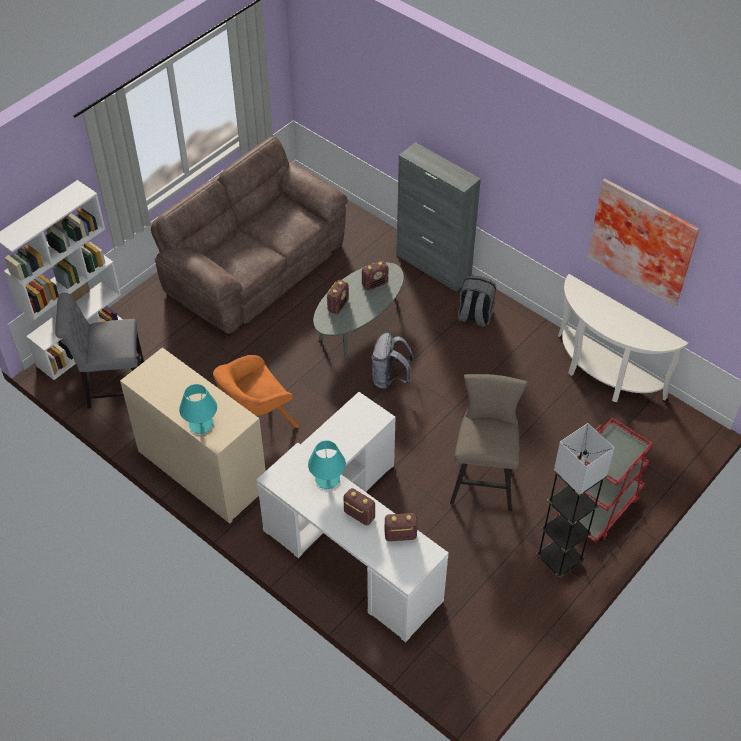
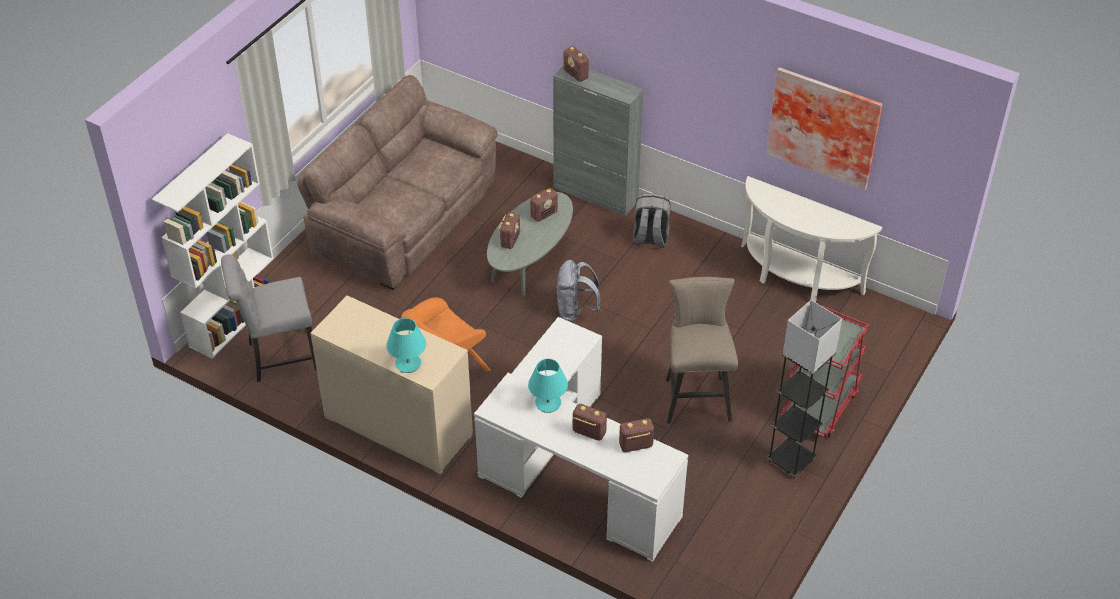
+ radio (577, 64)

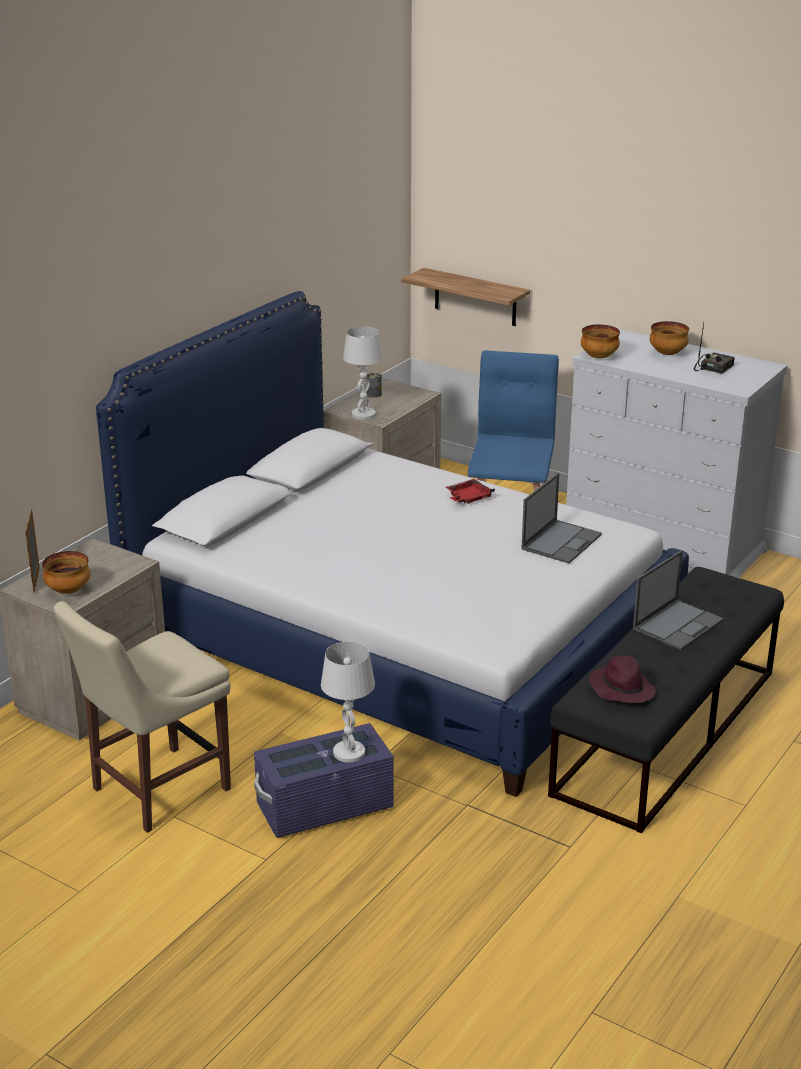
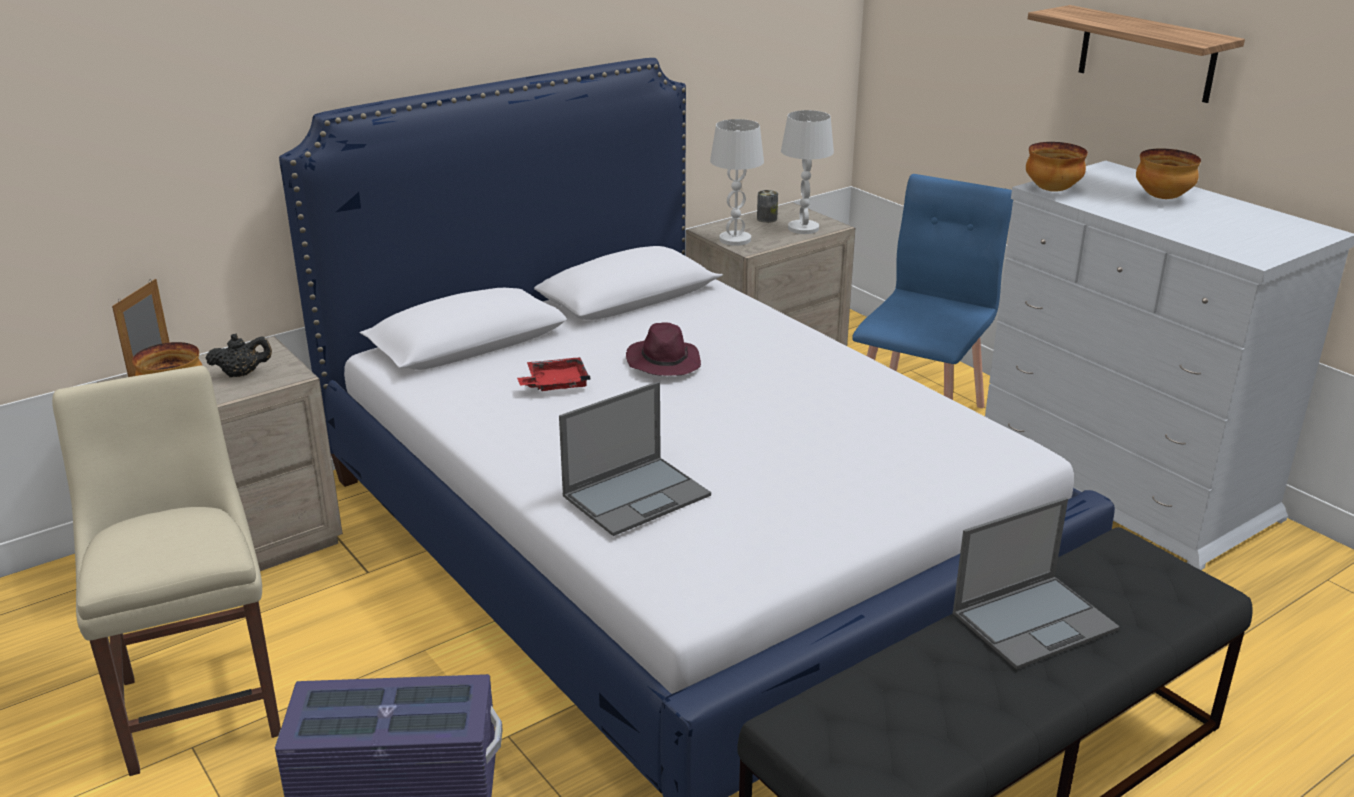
- radio (714, 348)
+ pot for tea in black-coloured (238, 355)
~ tabletop lamp in whitish (348, 702) to (807, 172)
~ bracket shelf (466, 297) to (1136, 54)
~ serving tray in red (470, 491) to (554, 374)
~ portable computer (561, 518) to (635, 458)
~ clothing hat in purple (622, 679) to (663, 349)
~ chair in sand-coloured (142, 717) = (166, 571) 90 degrees clockwise

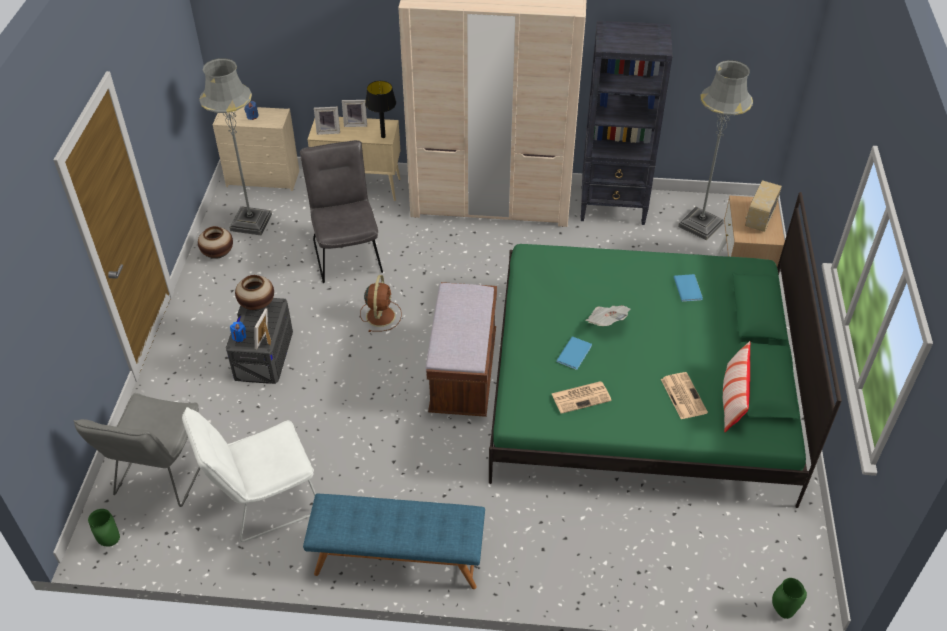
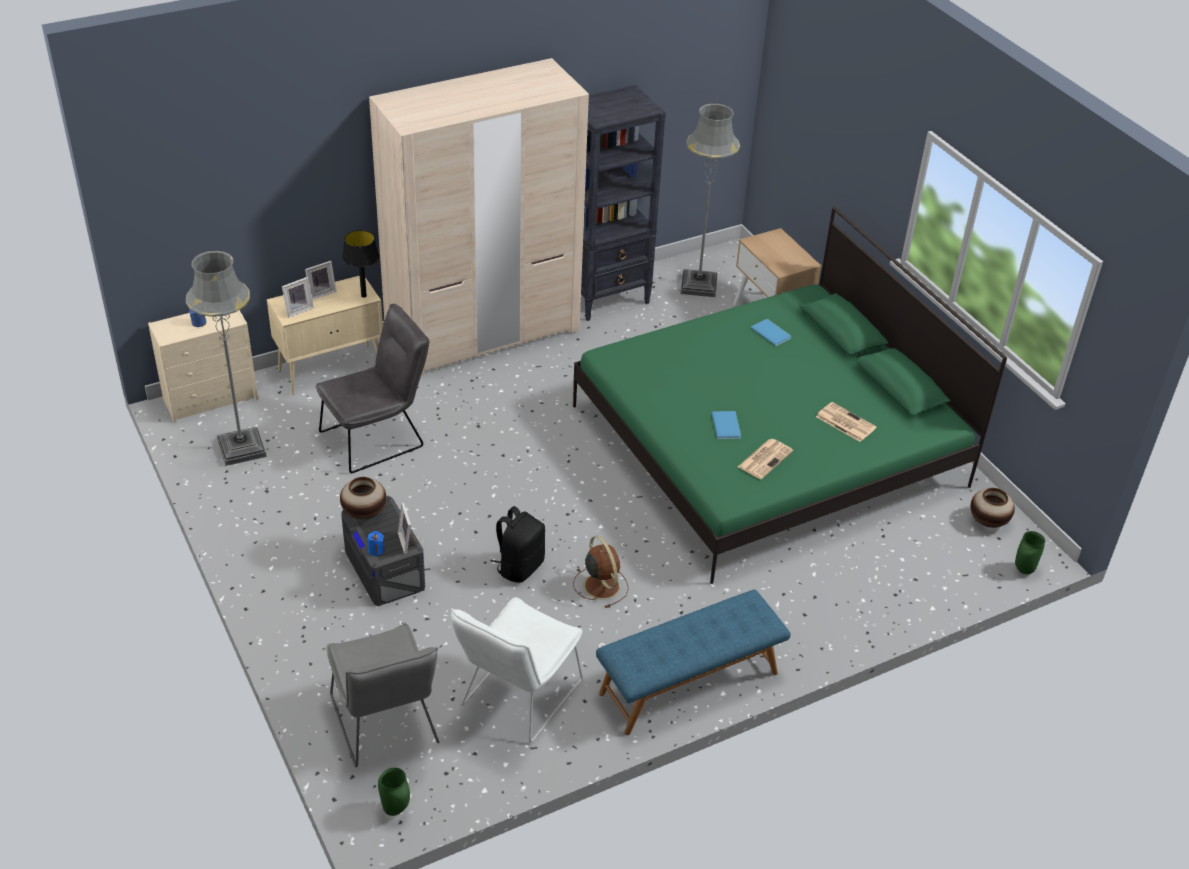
- long seat in brown (461, 349)
- daily paper (607, 315)
- throw pillow (736, 386)
- radio (763, 206)
+ backpack in black-coloured (518, 544)
~ flower vase (215, 242) to (993, 508)
~ electric fan in brown (381, 303) to (601, 572)
~ chair in gray (341, 211) = (372, 388) 105 degrees clockwise

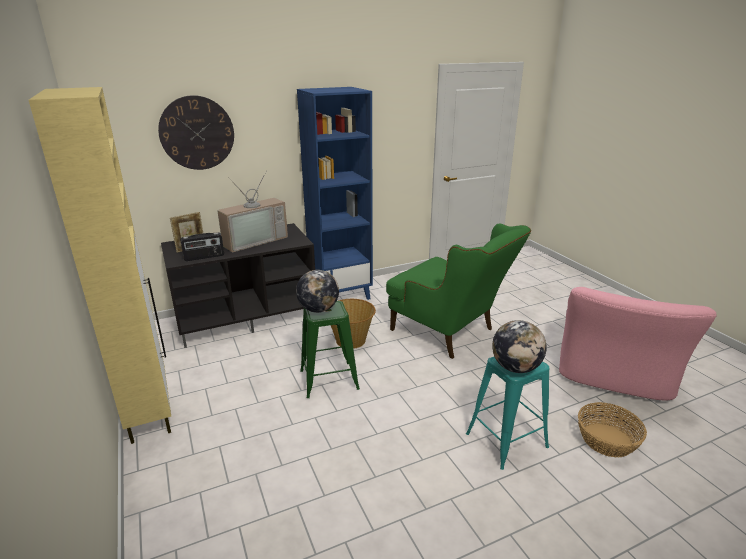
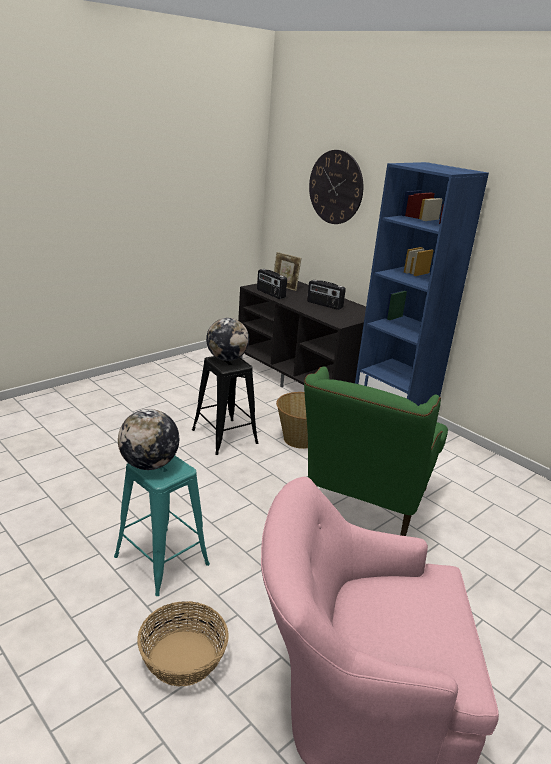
- storage cabinet in sand-coloured (100, 265)
~ TV set (252, 211) to radio (326, 295)
~ sitting stool in greenish (330, 349) to sitting stool in black-coloured (225, 405)

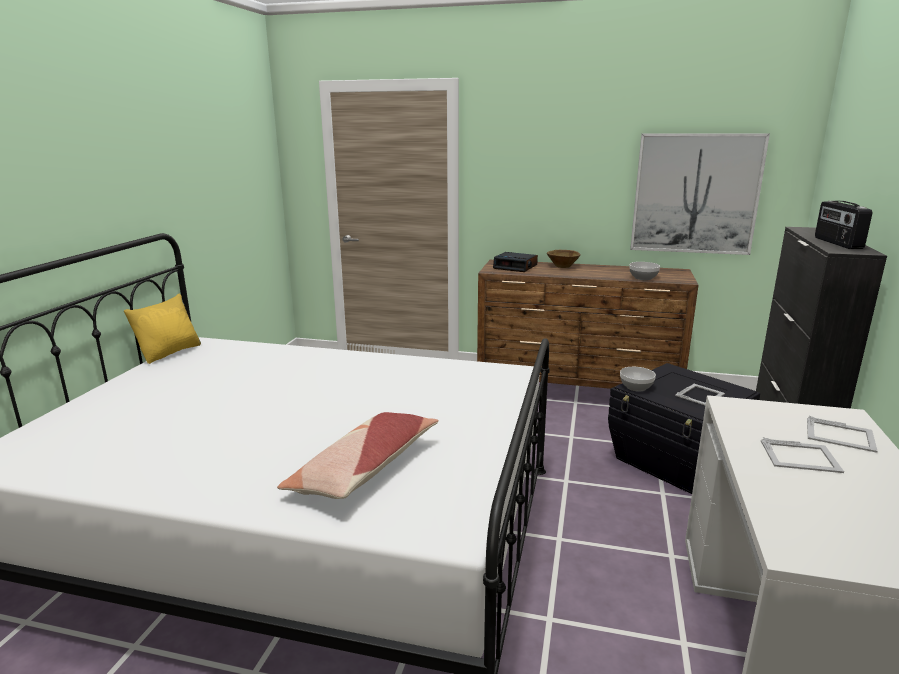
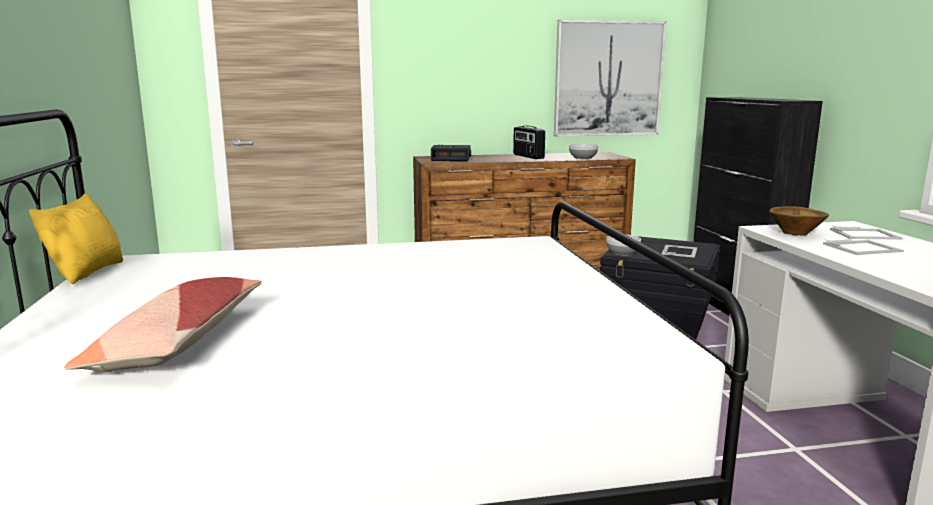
~ throw pillow (358, 455) to (163, 324)
~ bowl in brown (564, 259) to (799, 221)
~ radio (843, 225) to (529, 142)

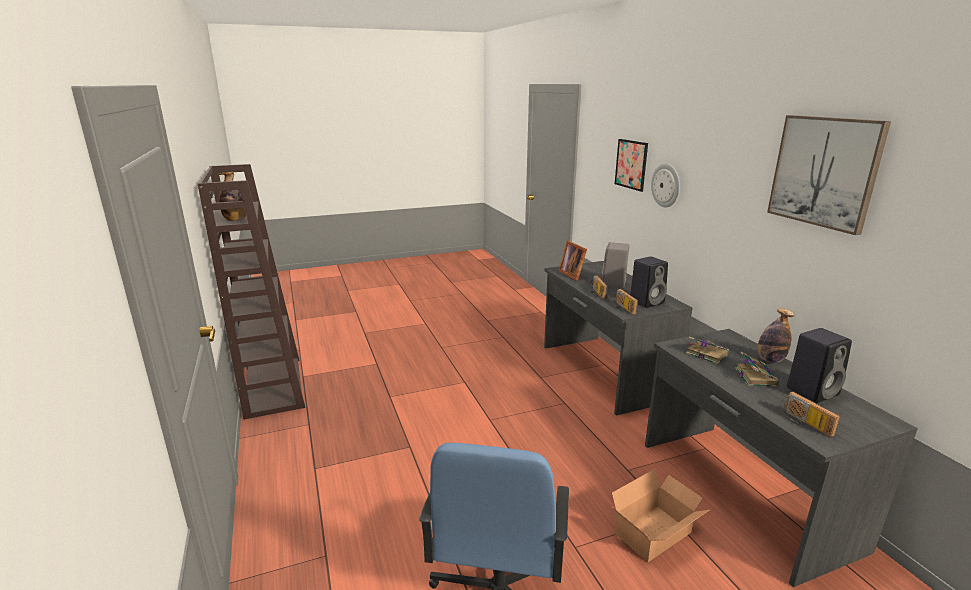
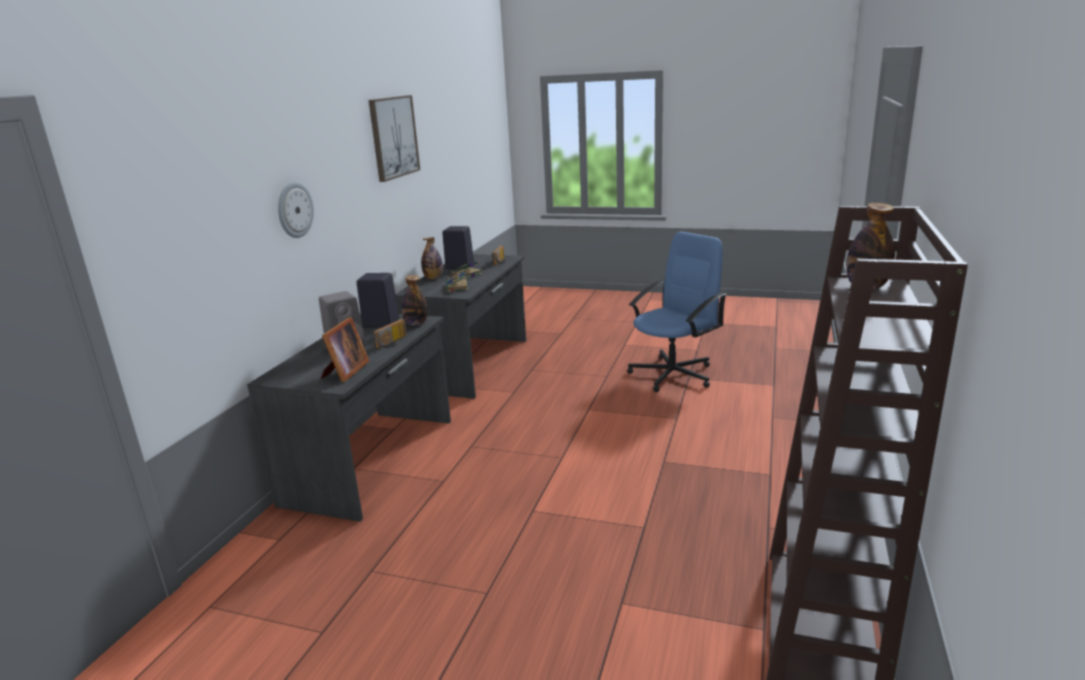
- cardboard box (661, 515)
- wall picture (631, 165)
~ radio (625, 302) to bottle (414, 300)

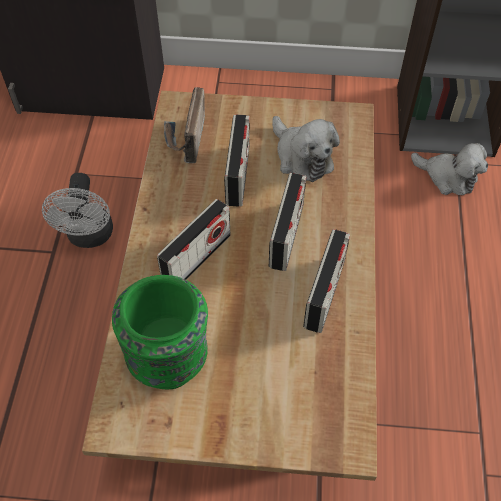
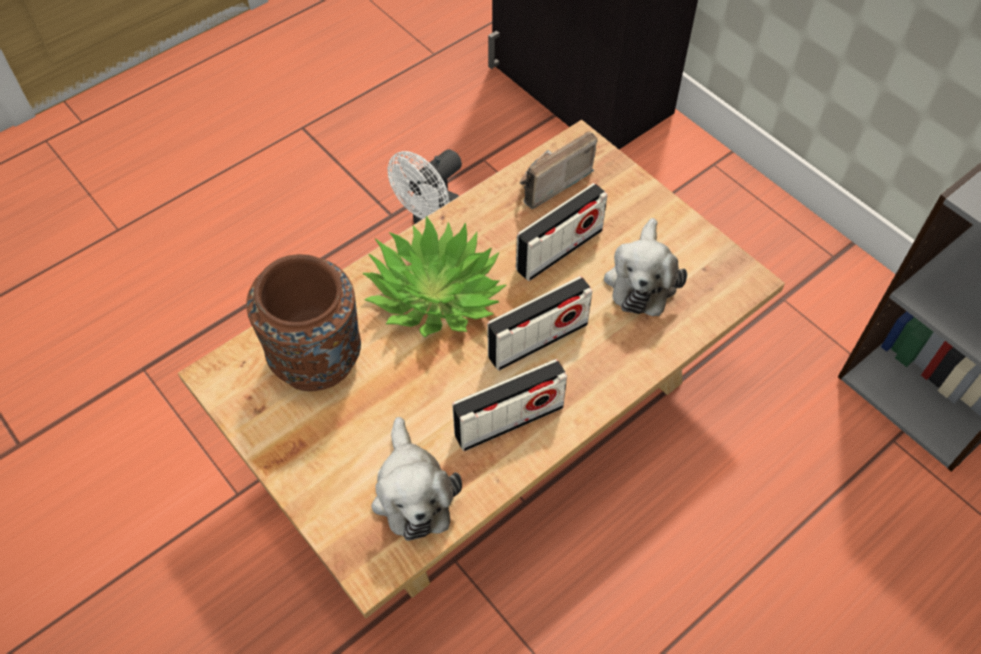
~ plush toy (449, 169) to (416, 479)
~ radio (194, 239) to potted plant (434, 276)
~ flower vase in greenish (160, 332) to flower vase in brown (303, 322)

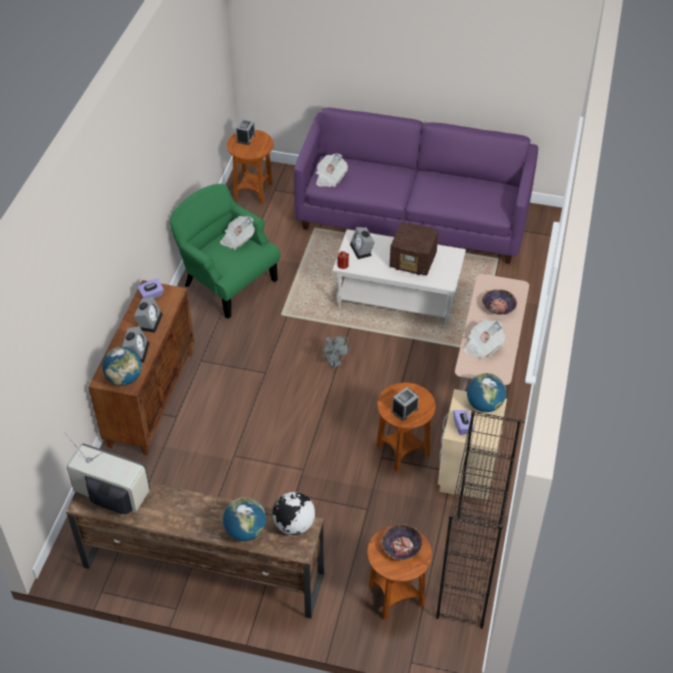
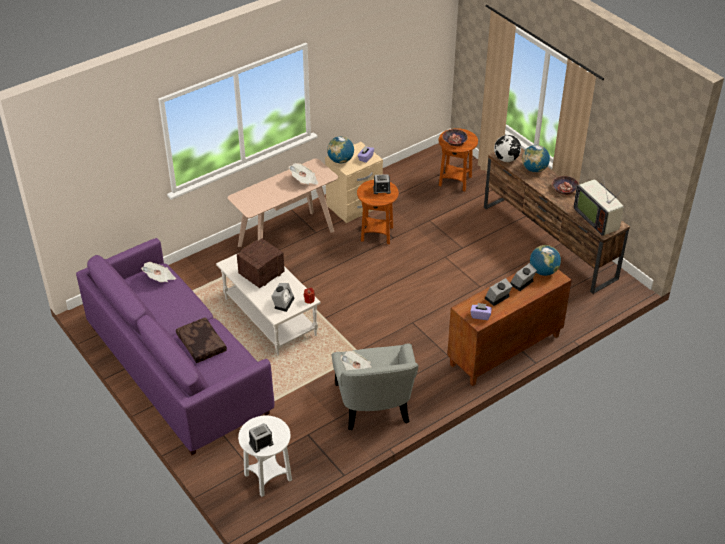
- electric fan in gray (336, 352)
- bookcase in black-coloured (478, 520)
+ throw pillow in brown (201, 340)
~ daily paper (332, 170) to (158, 272)
~ bowl (499, 302) to (565, 185)
~ armchair in greenish (225, 251) to armchair in gray (374, 386)
~ side table in brown (250, 167) to side table in whitish (265, 456)
~ radio (414, 249) = (261, 263) 105 degrees counterclockwise

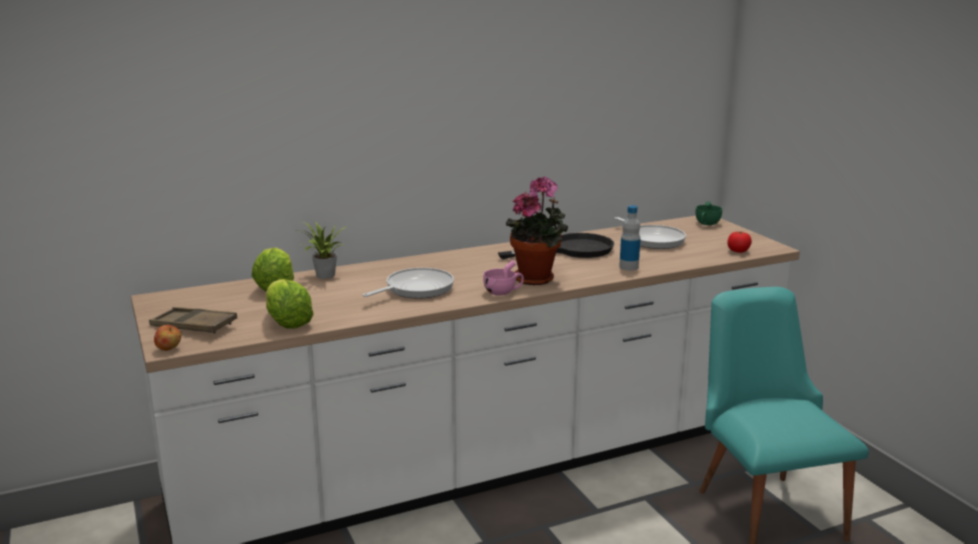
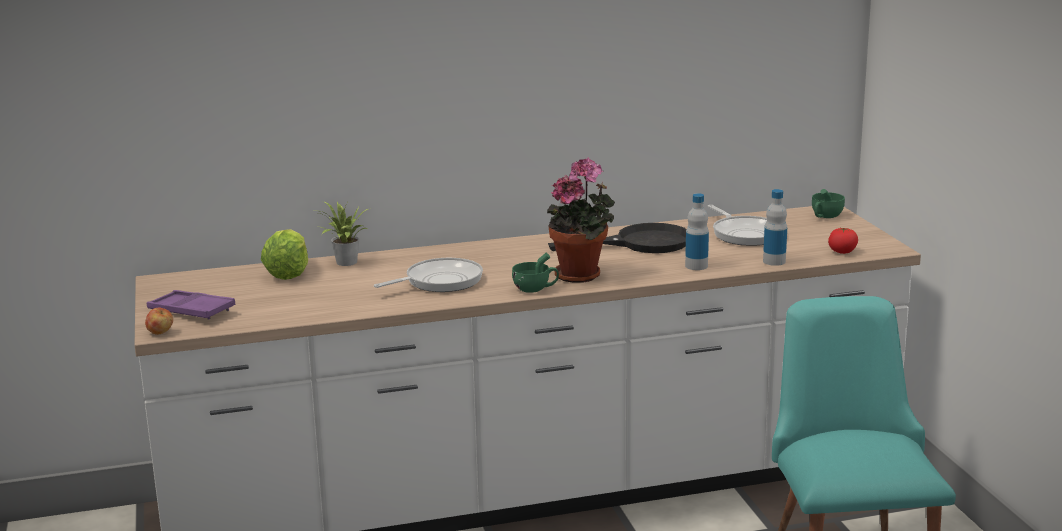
- head of lettuce (289, 304)
+ bottle (775, 227)
~ serving tray in brown (193, 320) to serving tray in purple (191, 305)
~ small cup in pinkish (503, 278) to small cup in greenish (535, 273)

